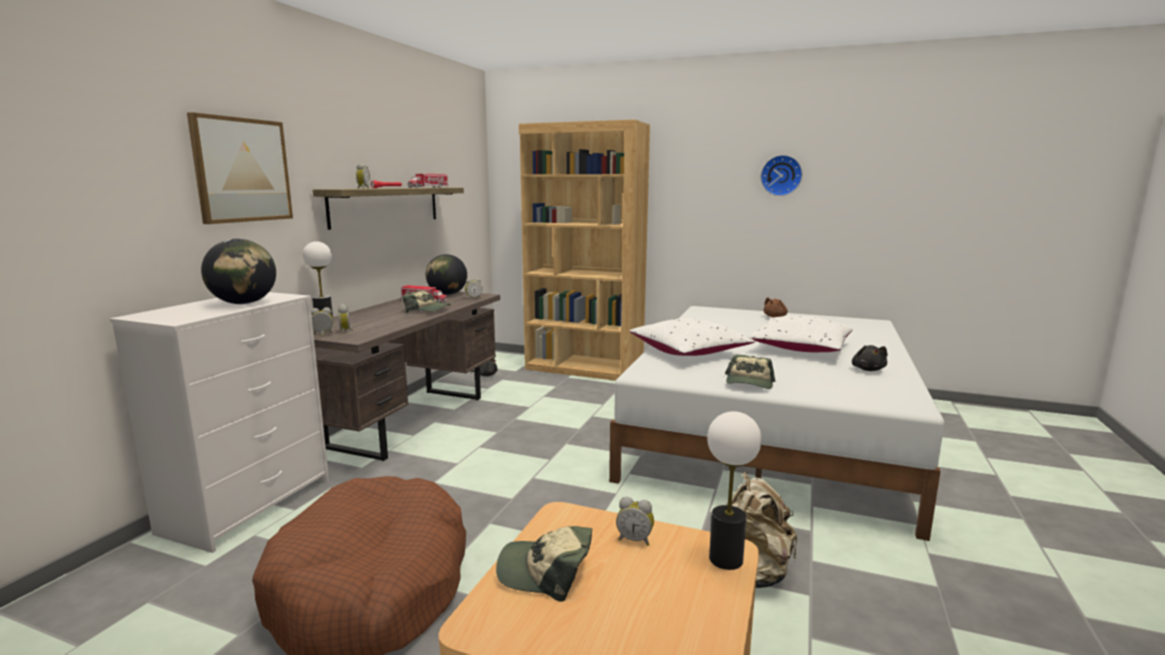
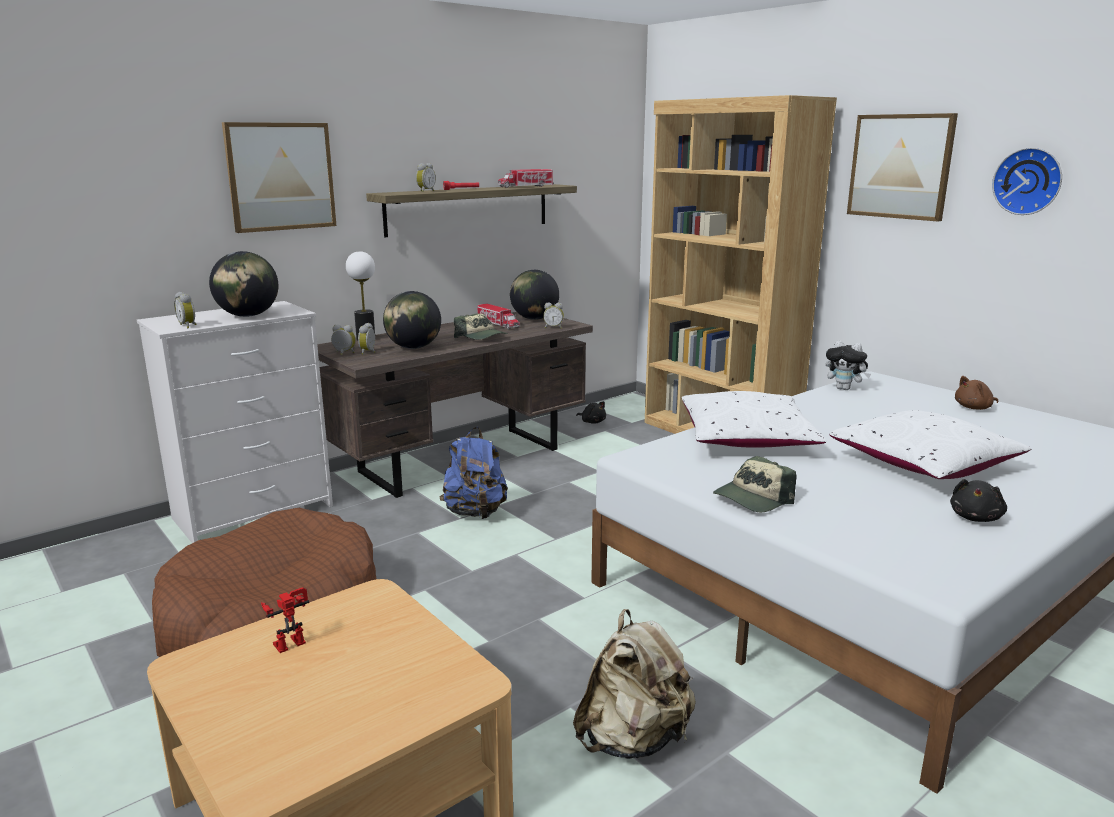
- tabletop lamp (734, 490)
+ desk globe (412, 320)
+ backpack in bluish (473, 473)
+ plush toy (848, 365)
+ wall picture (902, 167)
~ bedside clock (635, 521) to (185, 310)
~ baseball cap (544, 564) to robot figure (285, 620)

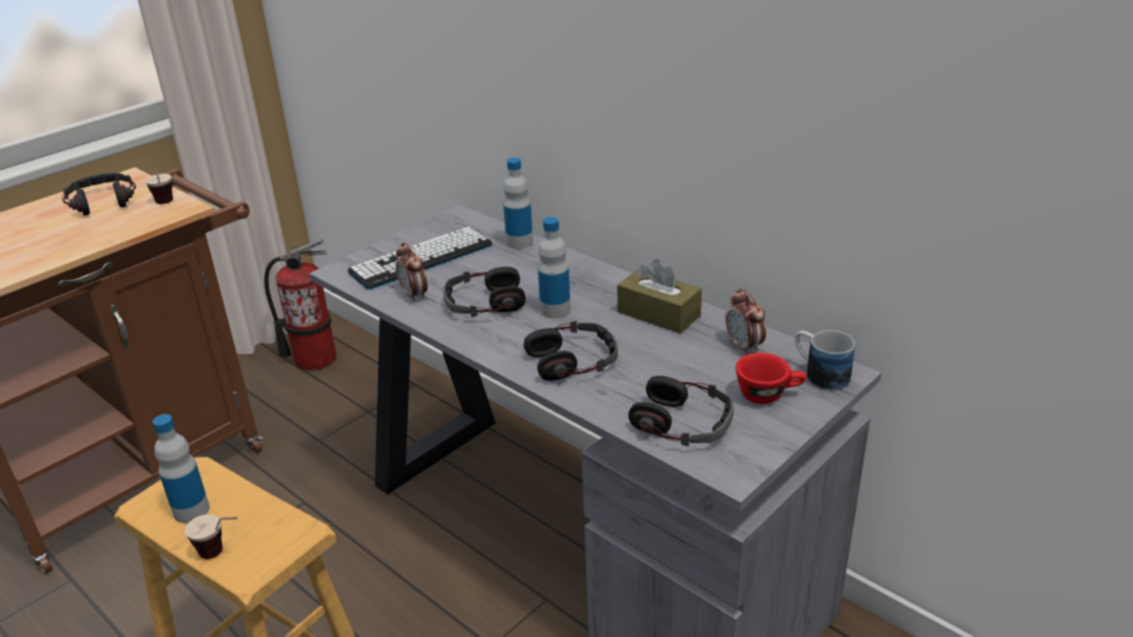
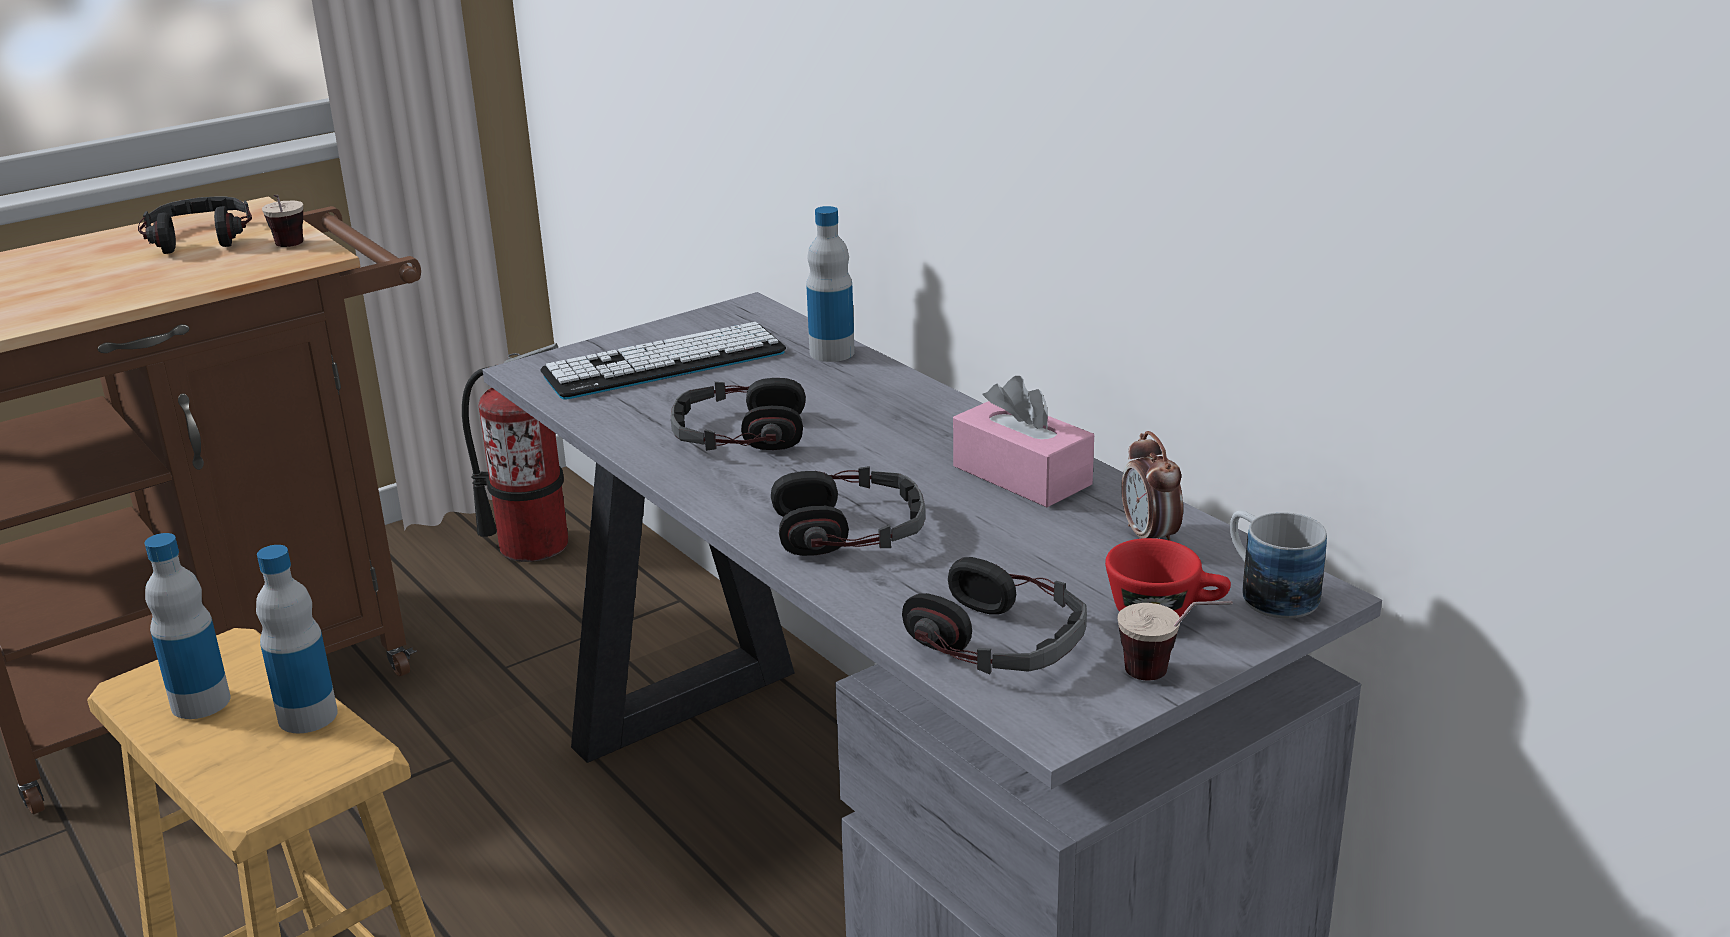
- bedside clock (412, 272)
~ small cup (211, 536) to (1175, 641)
~ bottle (554, 268) to (297, 639)
~ tissue holder in brown (659, 296) to tissue holder in pinkish (1023, 441)

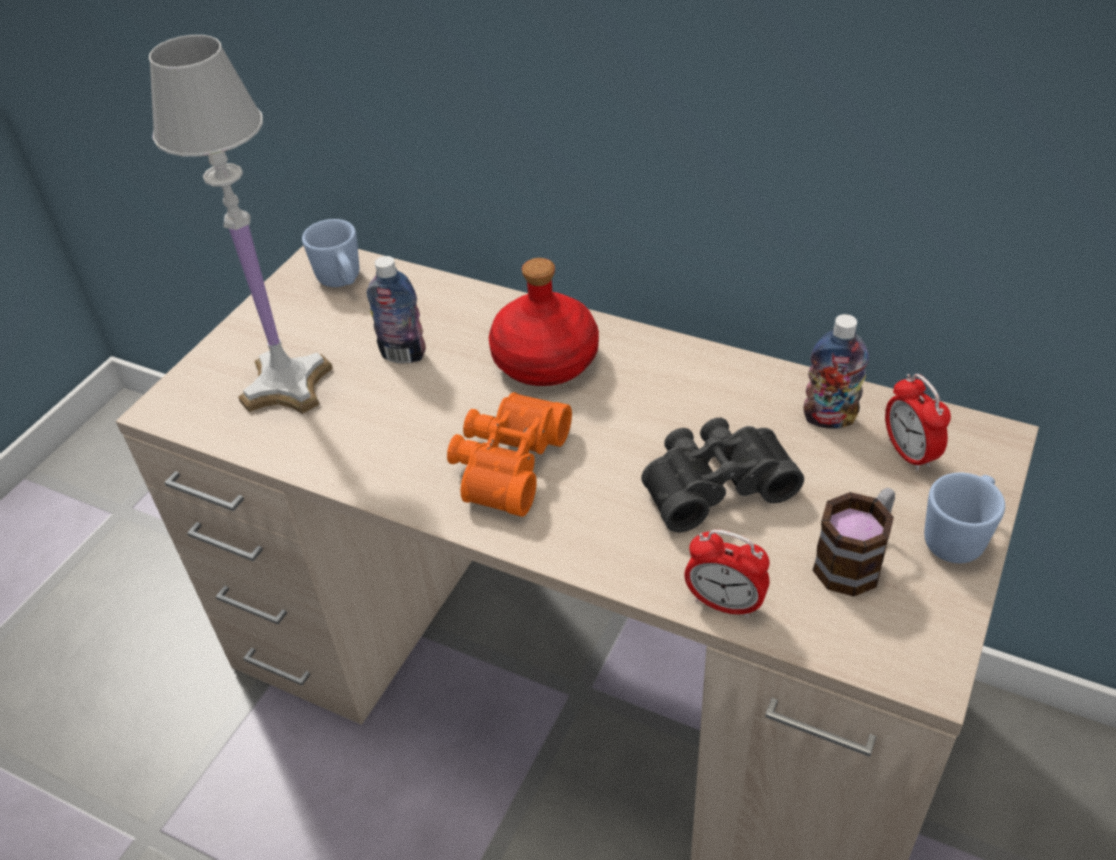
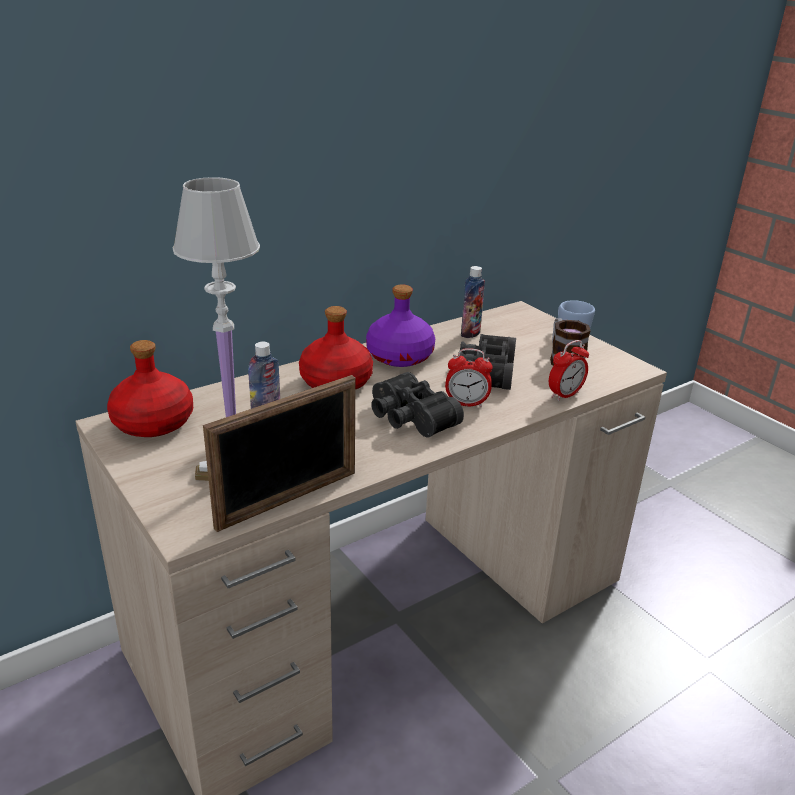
+ standing frame (279, 453)
+ bottle in purple (400, 325)
~ bedside clock (918, 422) to (469, 377)
~ tea mug in bluish (330, 253) to bottle in red (150, 388)
~ field glasses in orange-coloured (509, 454) to field glasses in black-coloured (417, 405)

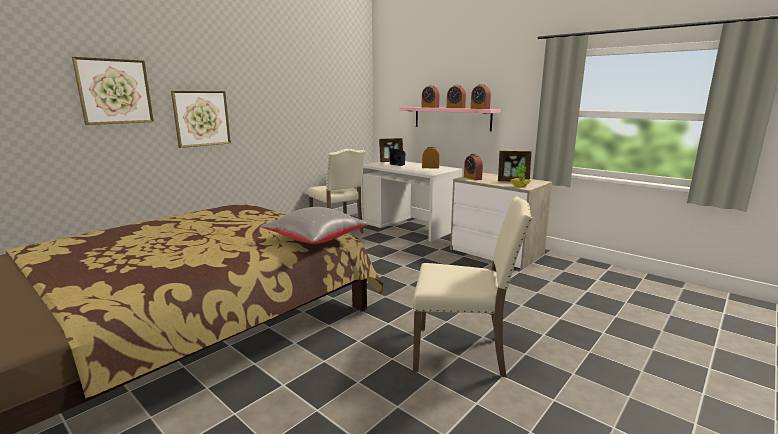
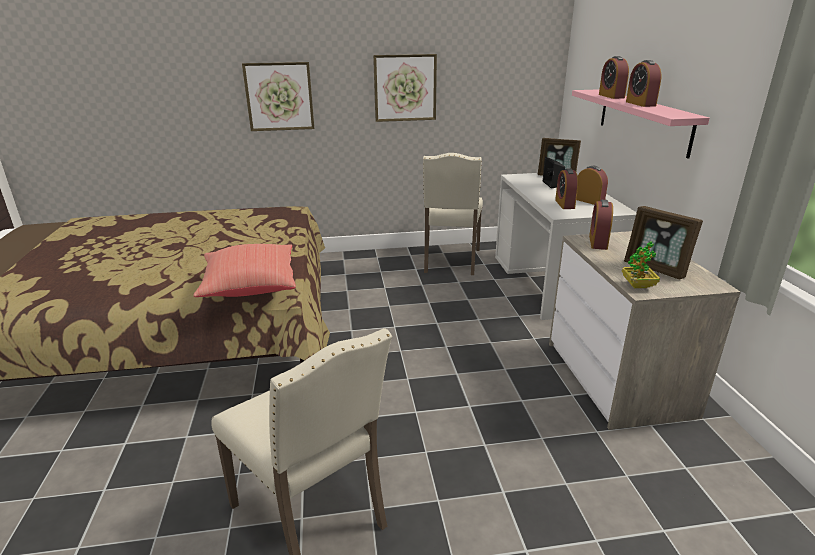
~ wall picture (113, 91) to (405, 88)
~ bedside clock (481, 96) to (566, 188)
~ throw pillow in gray (314, 225) to throw pillow in red (244, 270)

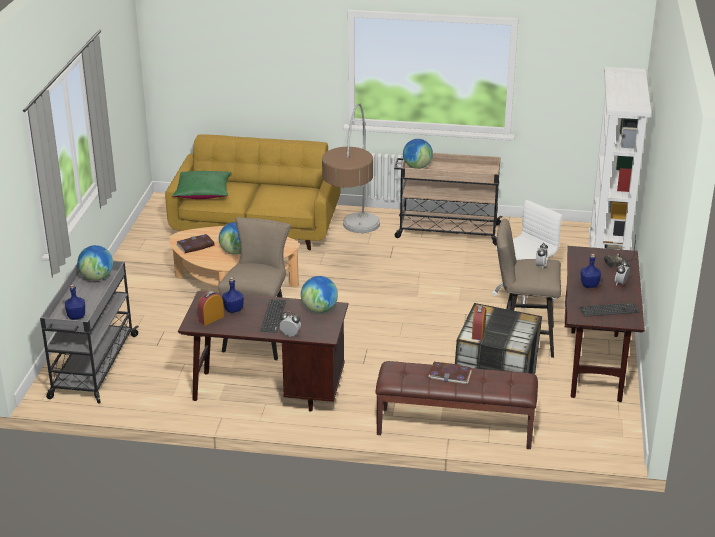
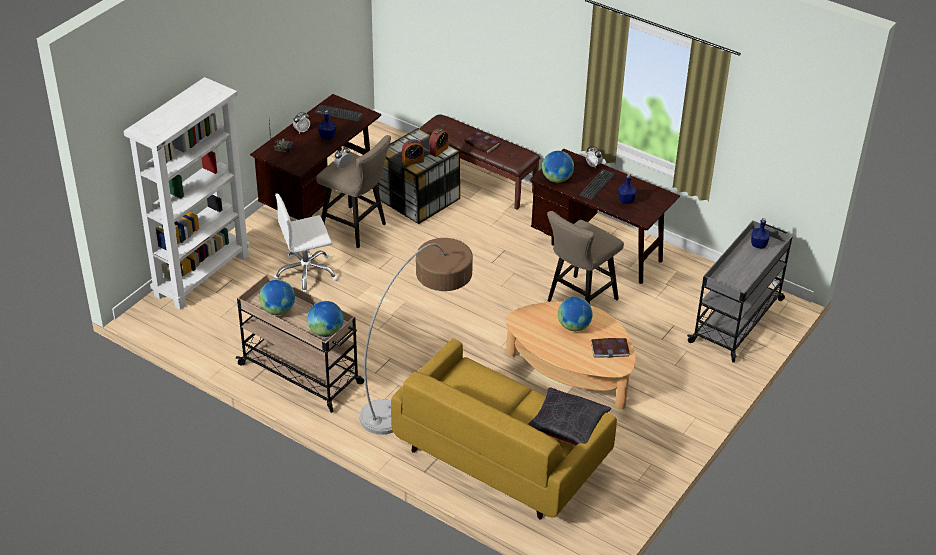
~ desk globe (95, 263) to (277, 297)
~ bedside clock (211, 308) to (413, 152)
~ throw pillow in greenish (201, 185) to throw pillow in black-coloured (570, 416)

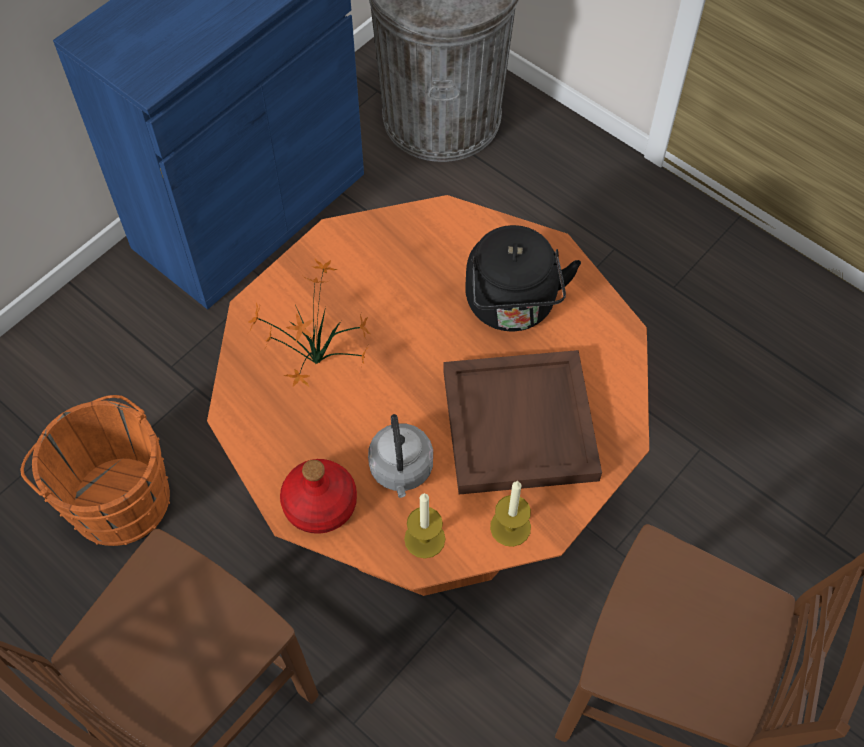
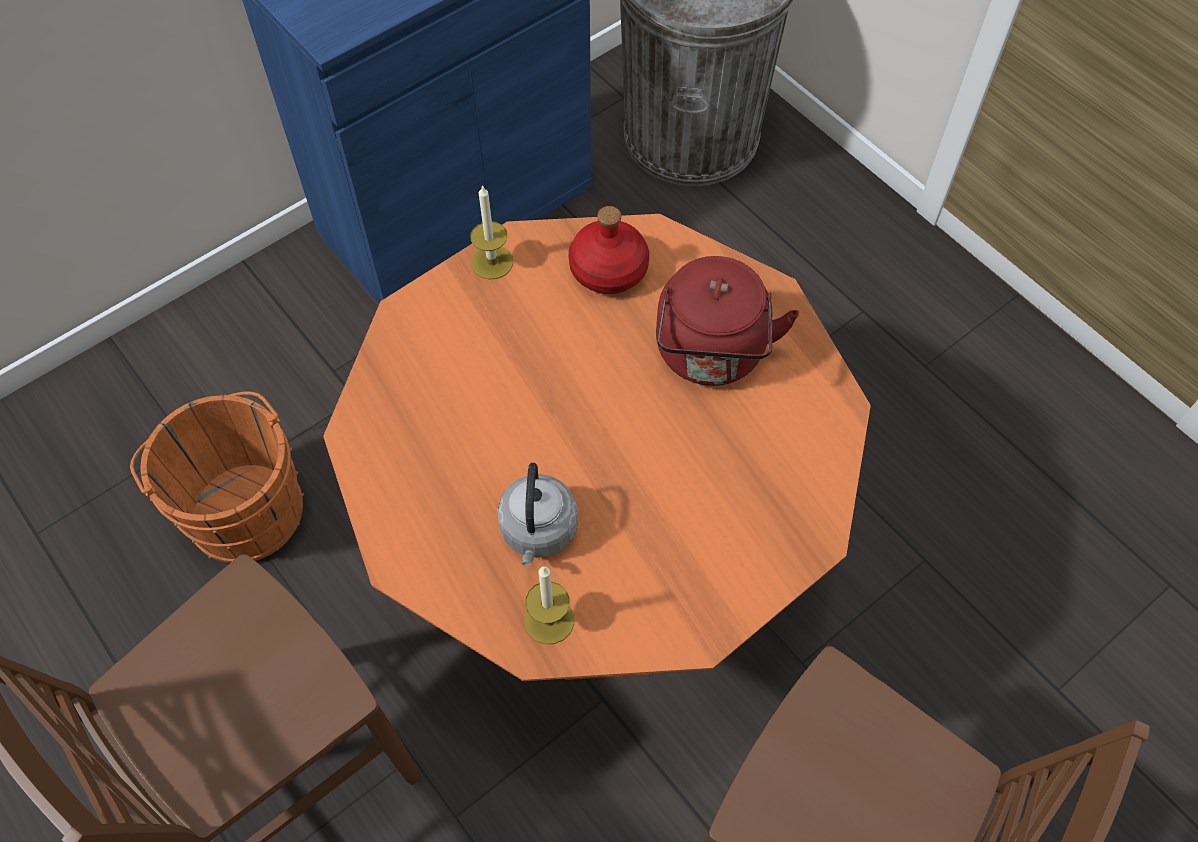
- potted plant (308, 323)
- serving tray in brown (522, 422)
~ bottle in red (318, 496) to (608, 250)
~ candle (510, 514) to (491, 232)
~ water kettle in black-coloured (523, 278) to water kettle in red (727, 321)

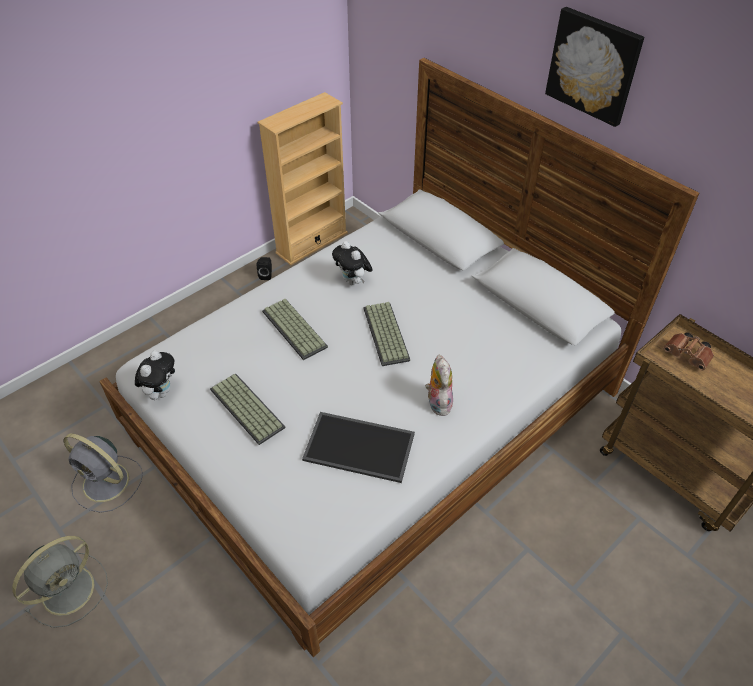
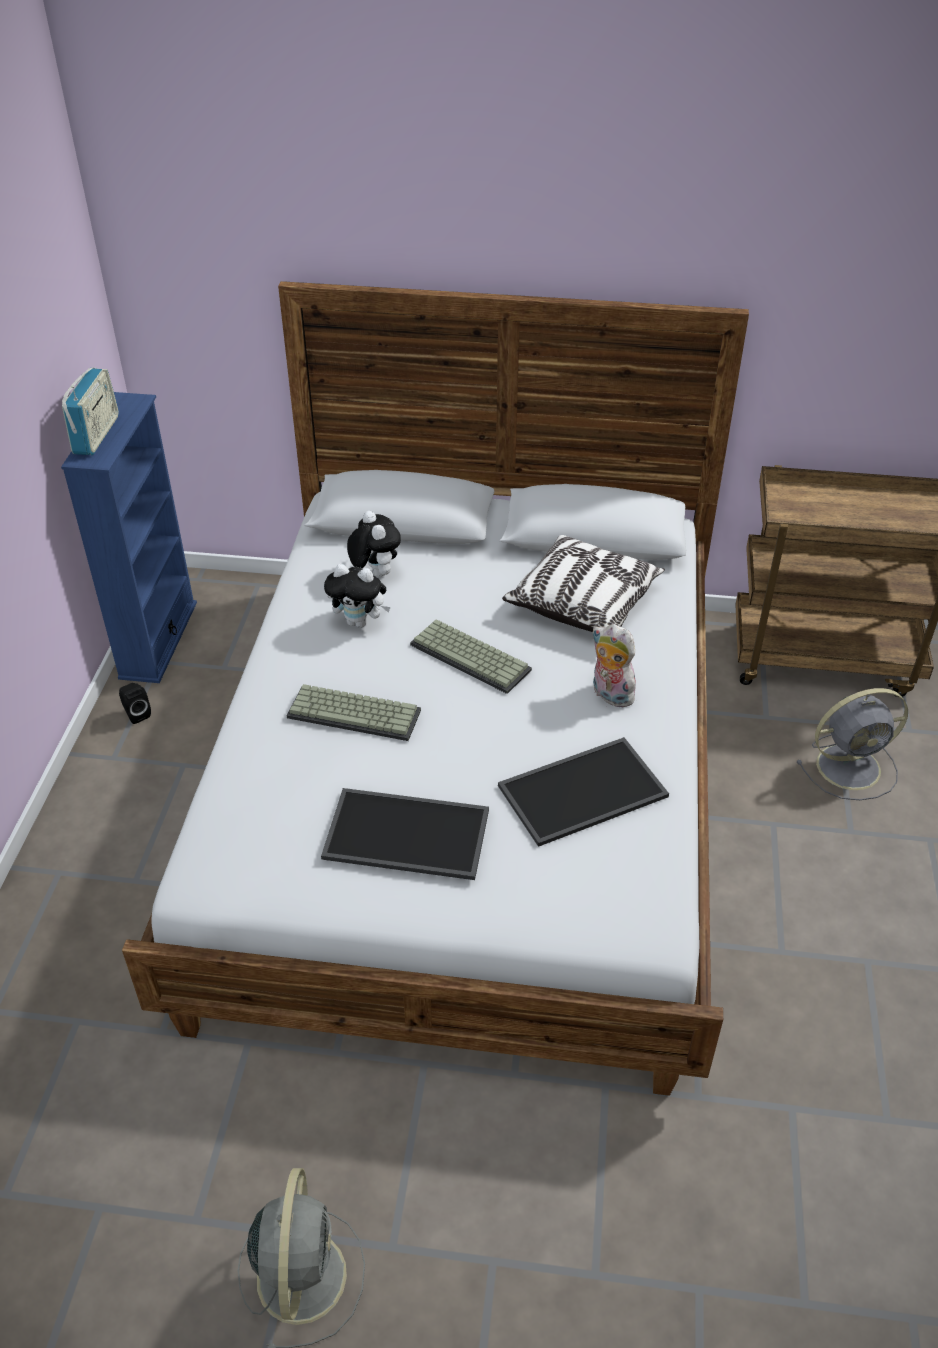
- wall picture (594, 67)
- field glasses in brown (688, 351)
+ radio (90, 411)
+ throw pillow (583, 583)
~ electric fan in gray (103, 473) to (852, 744)
~ plush toy (155, 375) to (374, 544)
~ PC keyboard (247, 409) to serving tray (405, 834)
~ bookcase in sand-coloured (302, 178) to bookcase in bluish (129, 537)

